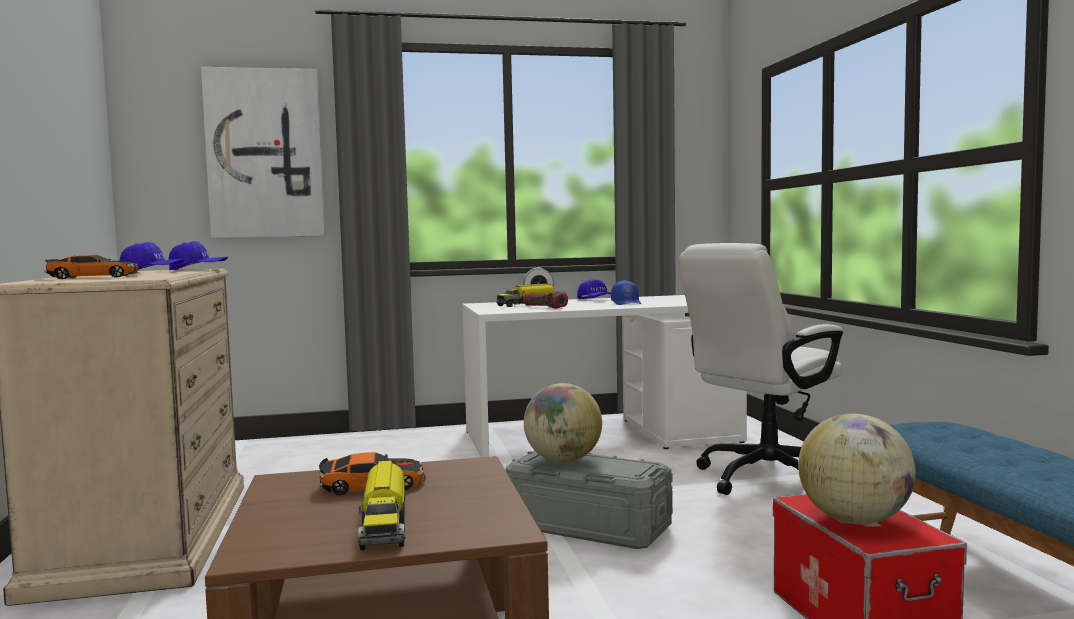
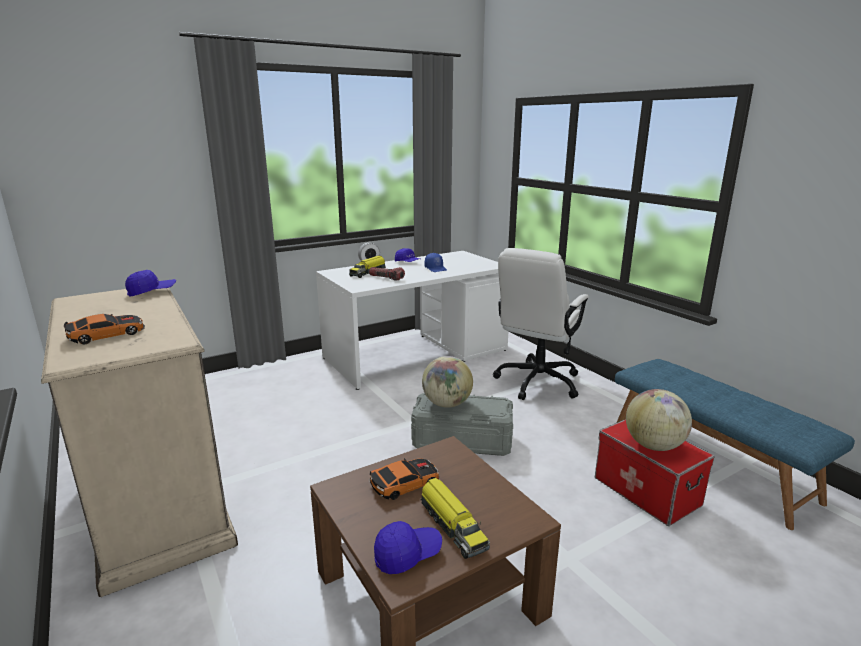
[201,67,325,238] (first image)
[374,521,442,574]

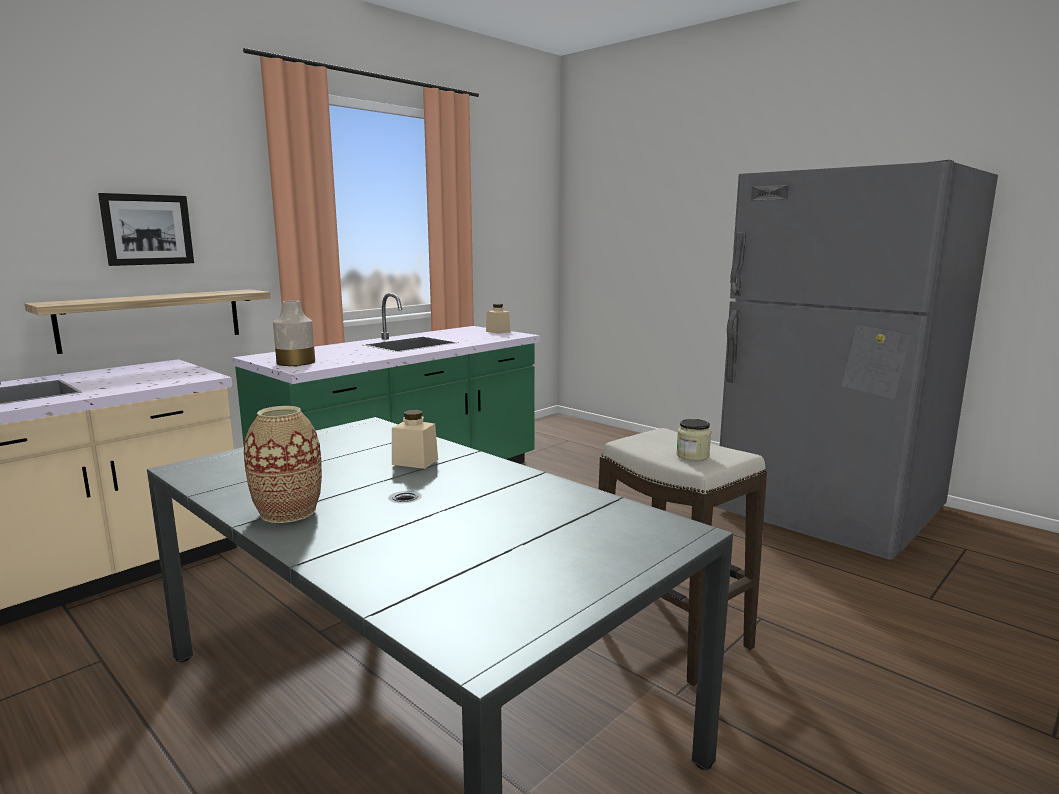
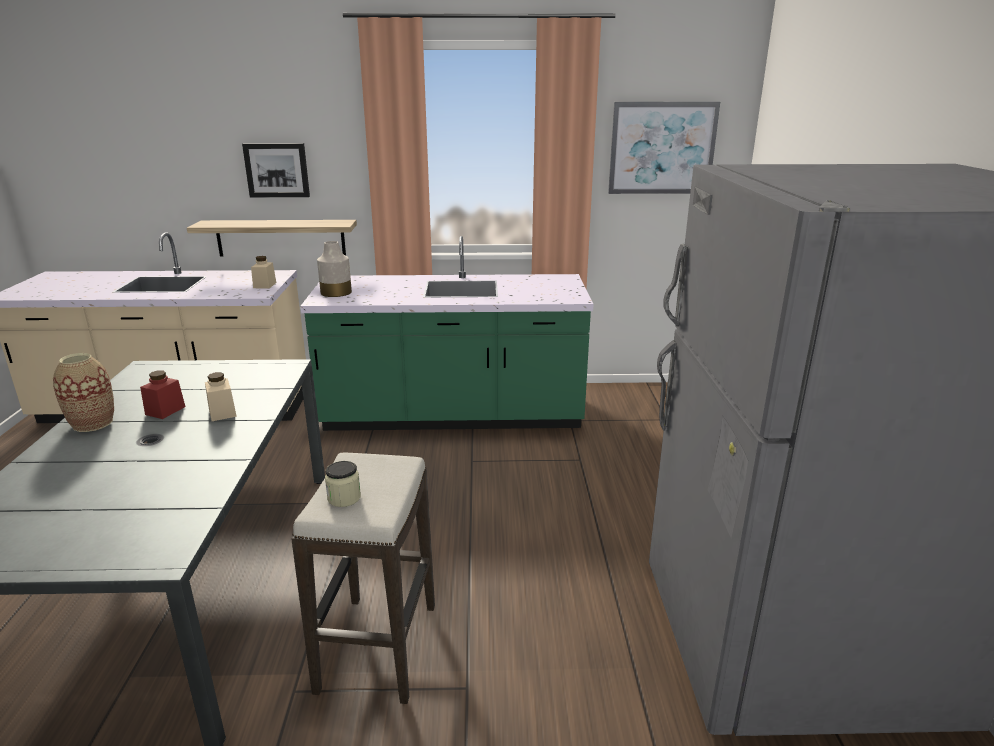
[251,256,276,289]
[608,102,720,194]
[140,370,185,419]

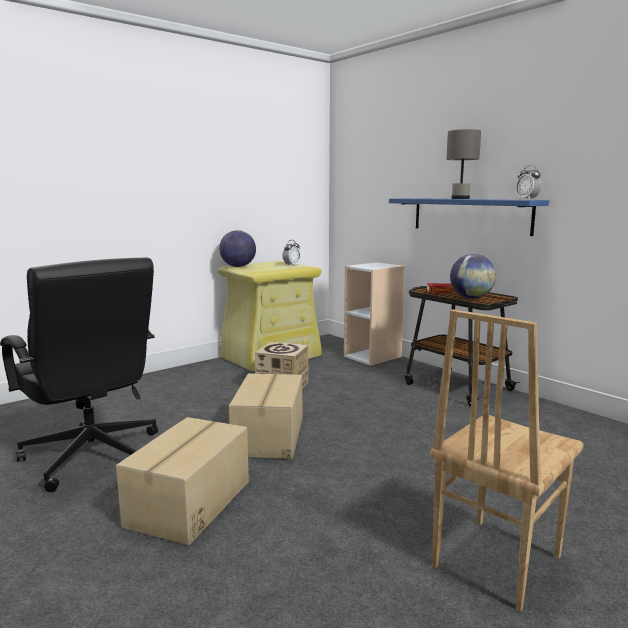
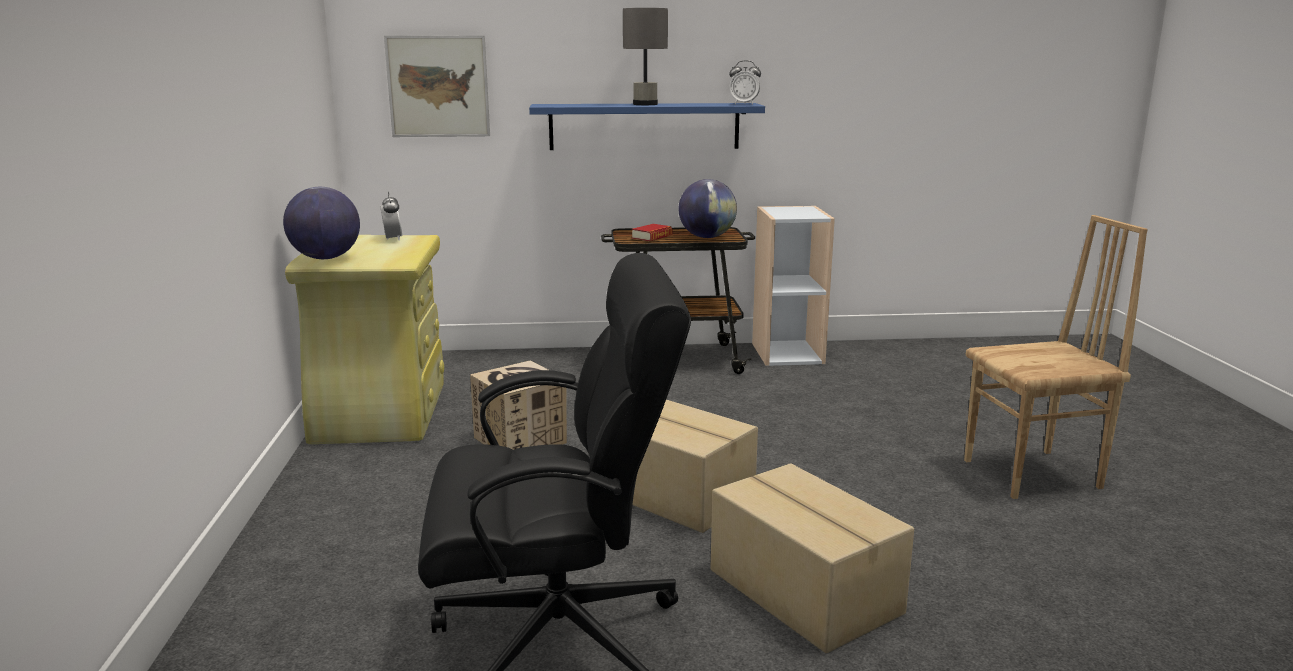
[752,206,835,366]
[964,215,1148,499]
[384,35,490,137]

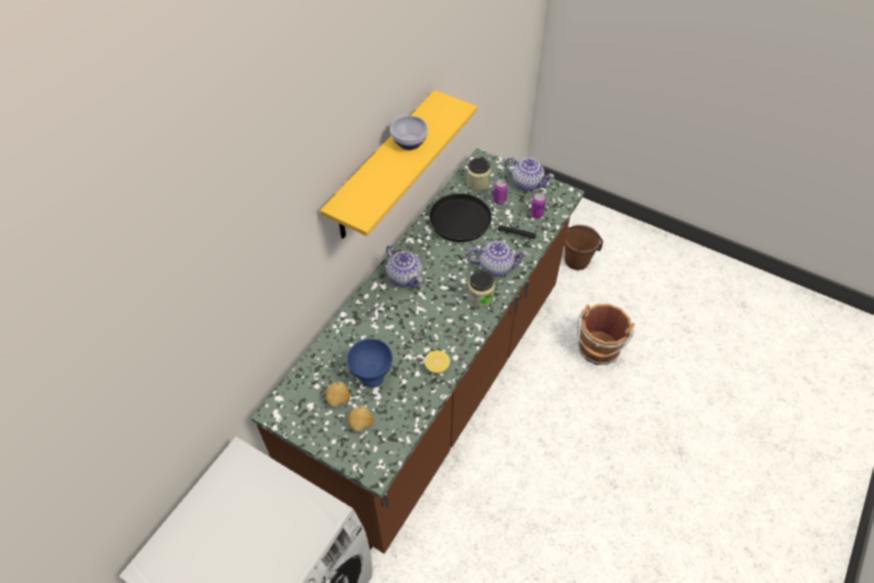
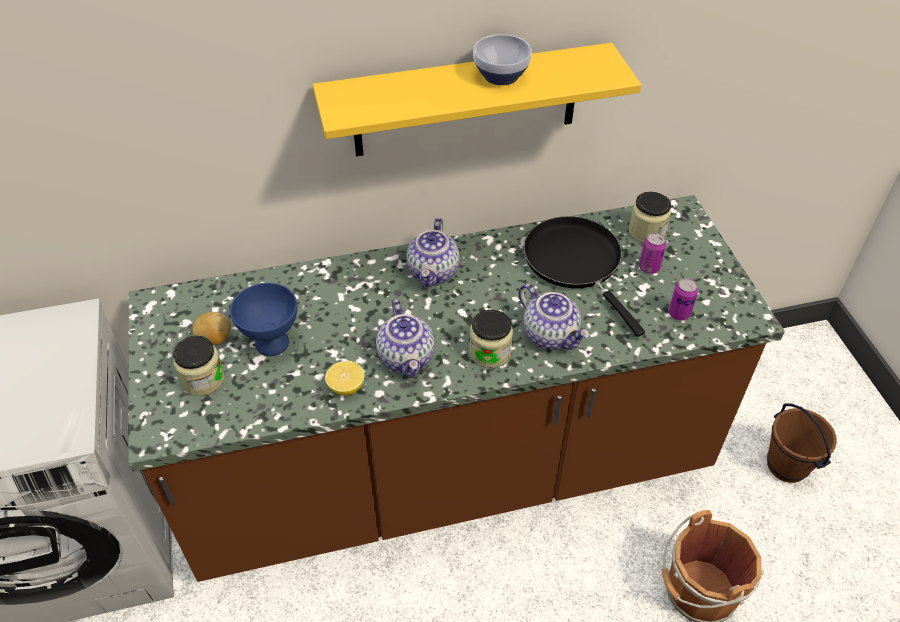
[376,300,435,378]
[173,336,225,396]

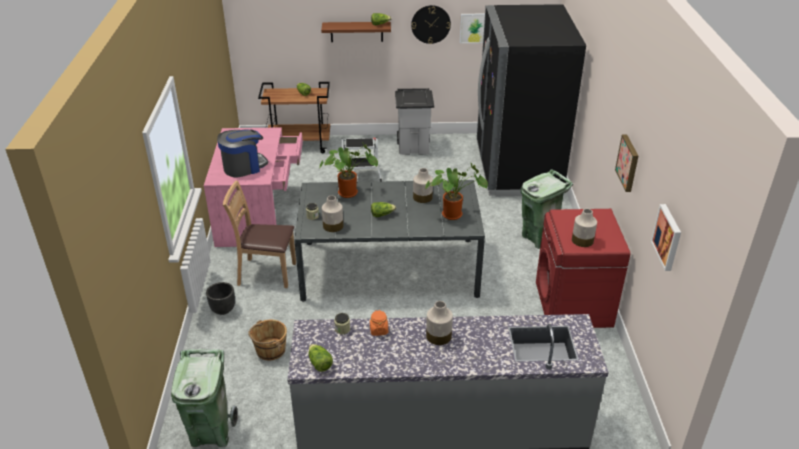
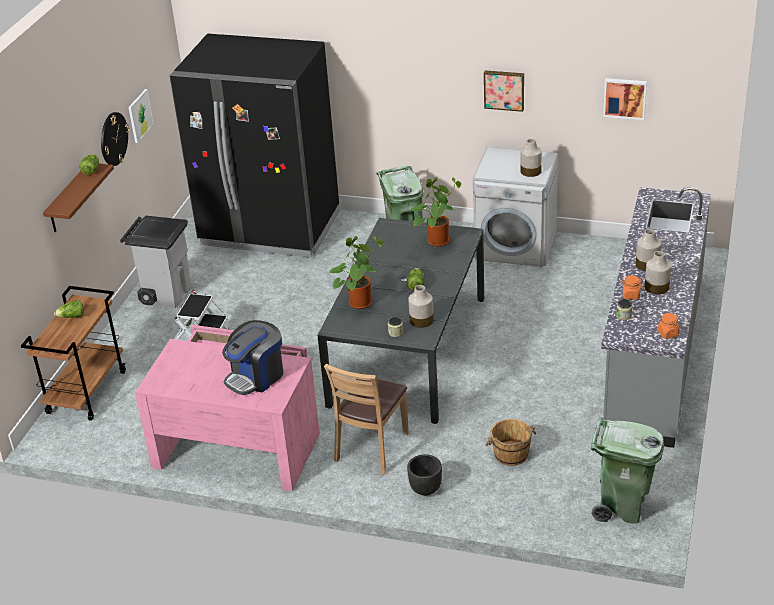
[222,320,283,395]
[645,251,671,294]
[473,147,558,267]
[658,313,680,339]

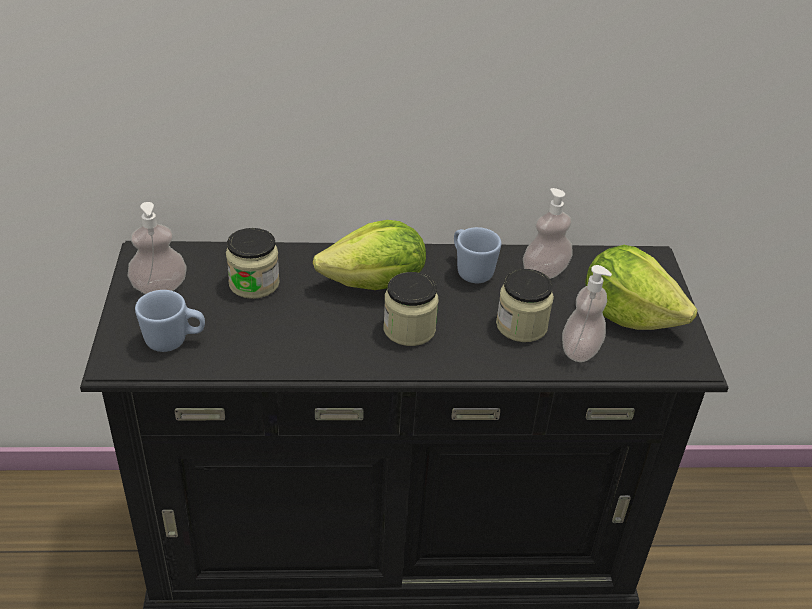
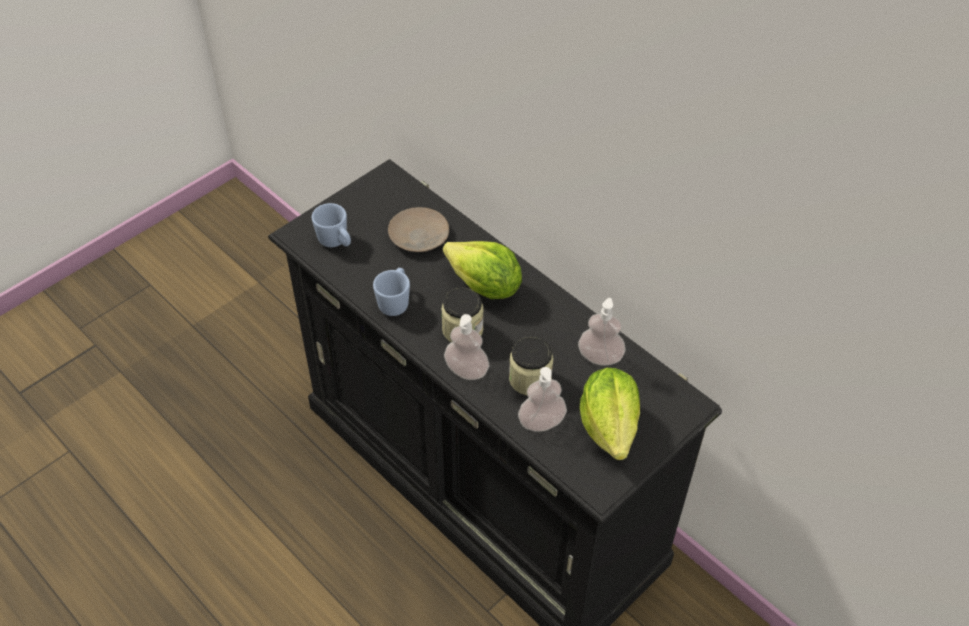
[444,314,489,380]
[373,268,410,316]
[388,207,449,252]

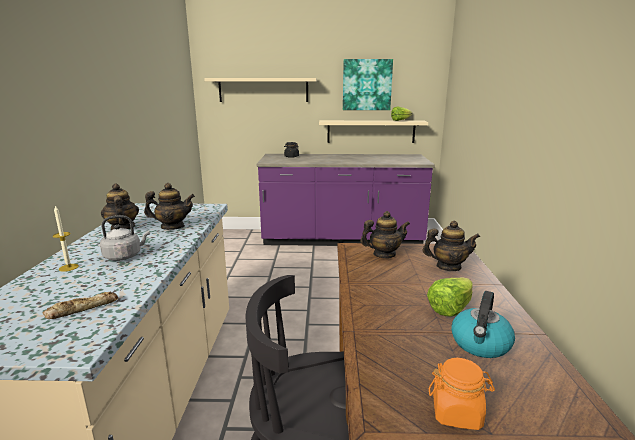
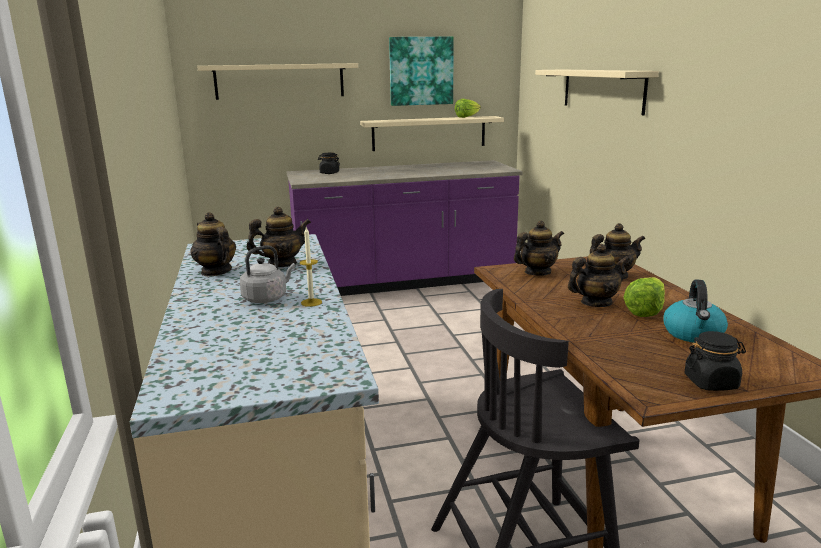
[300,227,322,307]
[43,292,118,319] (first image)
[684,331,746,391]
[535,69,659,115]
[568,244,630,307]

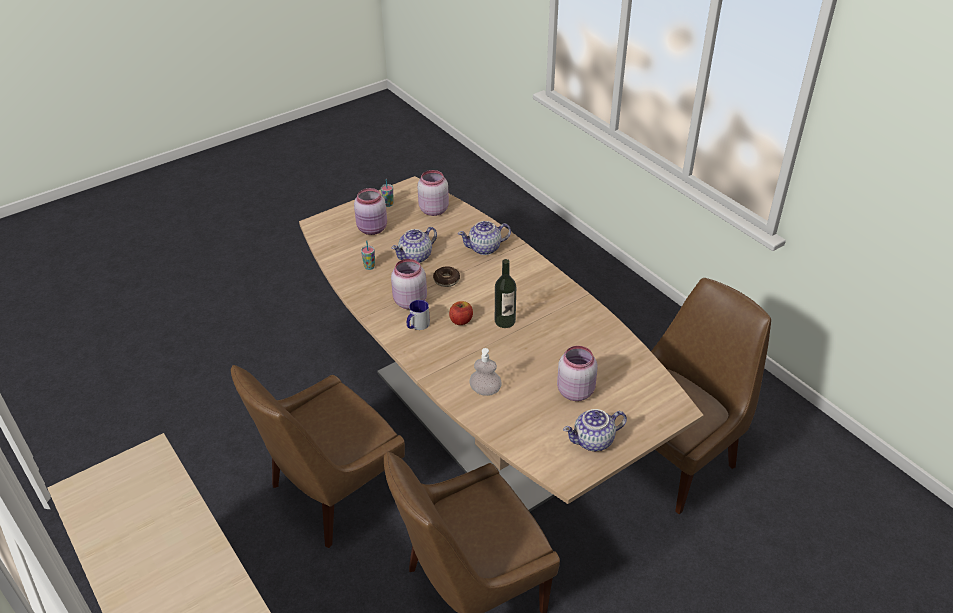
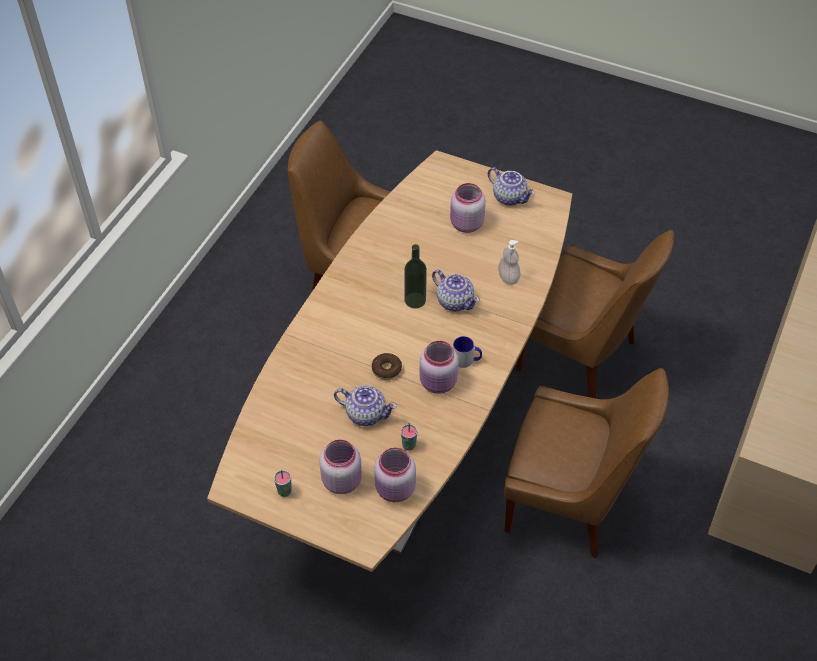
[374,448,416,502]
[432,269,480,311]
[449,301,473,325] (first image)

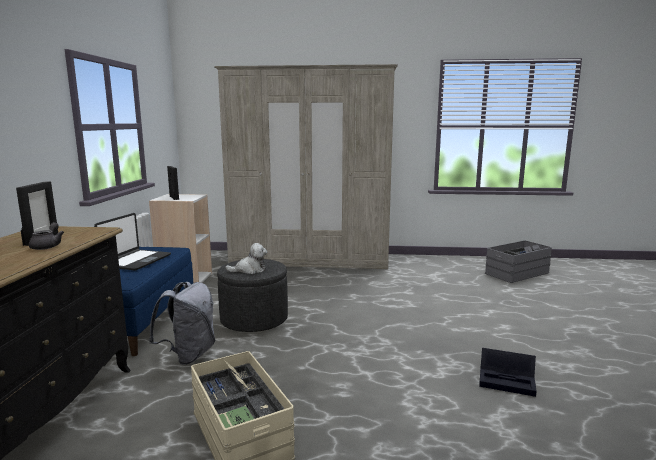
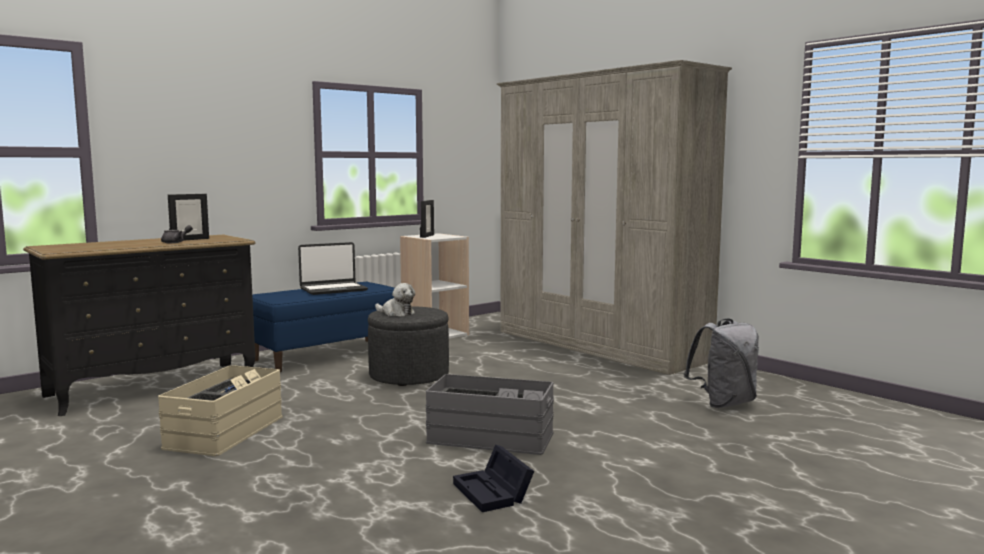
[426,374,554,455]
[684,318,759,408]

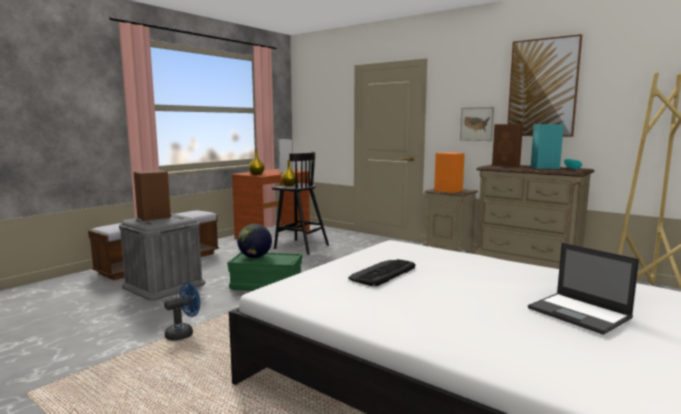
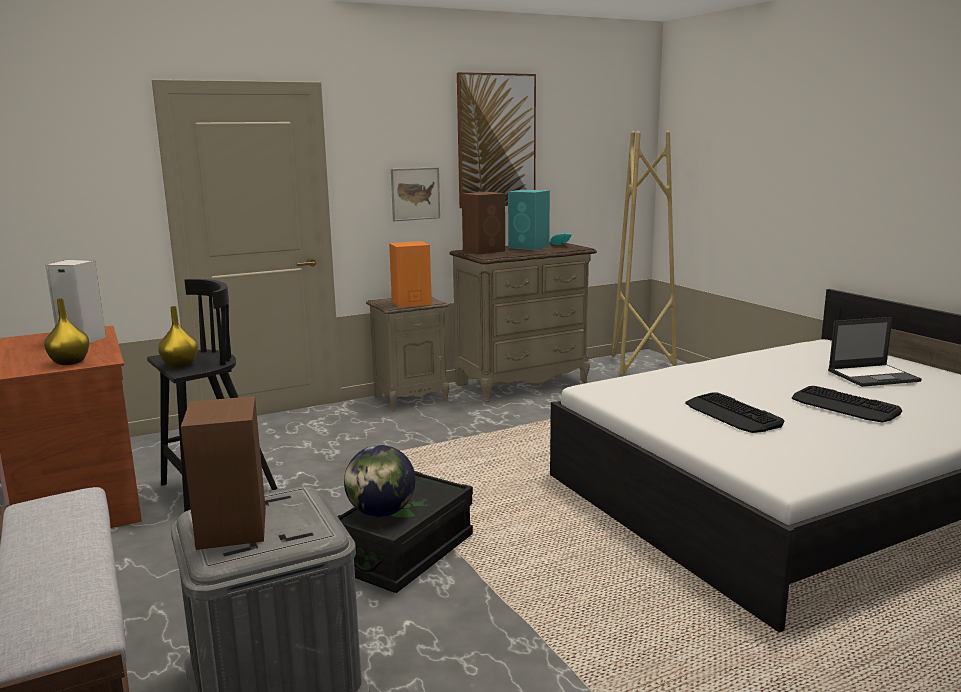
[338,471,473,593]
[164,282,200,341] (first image)
[792,386,902,423]

